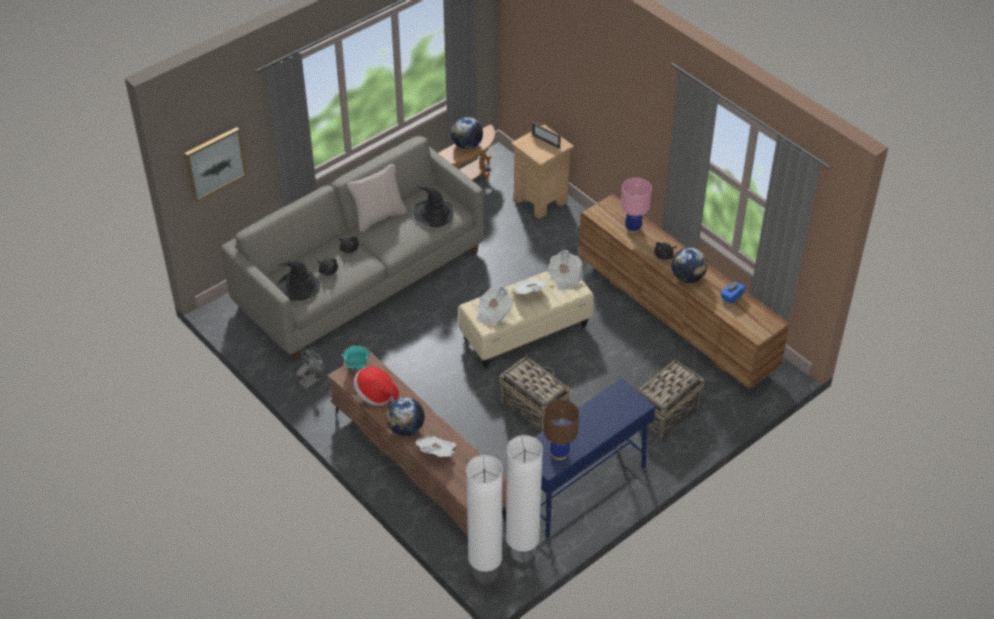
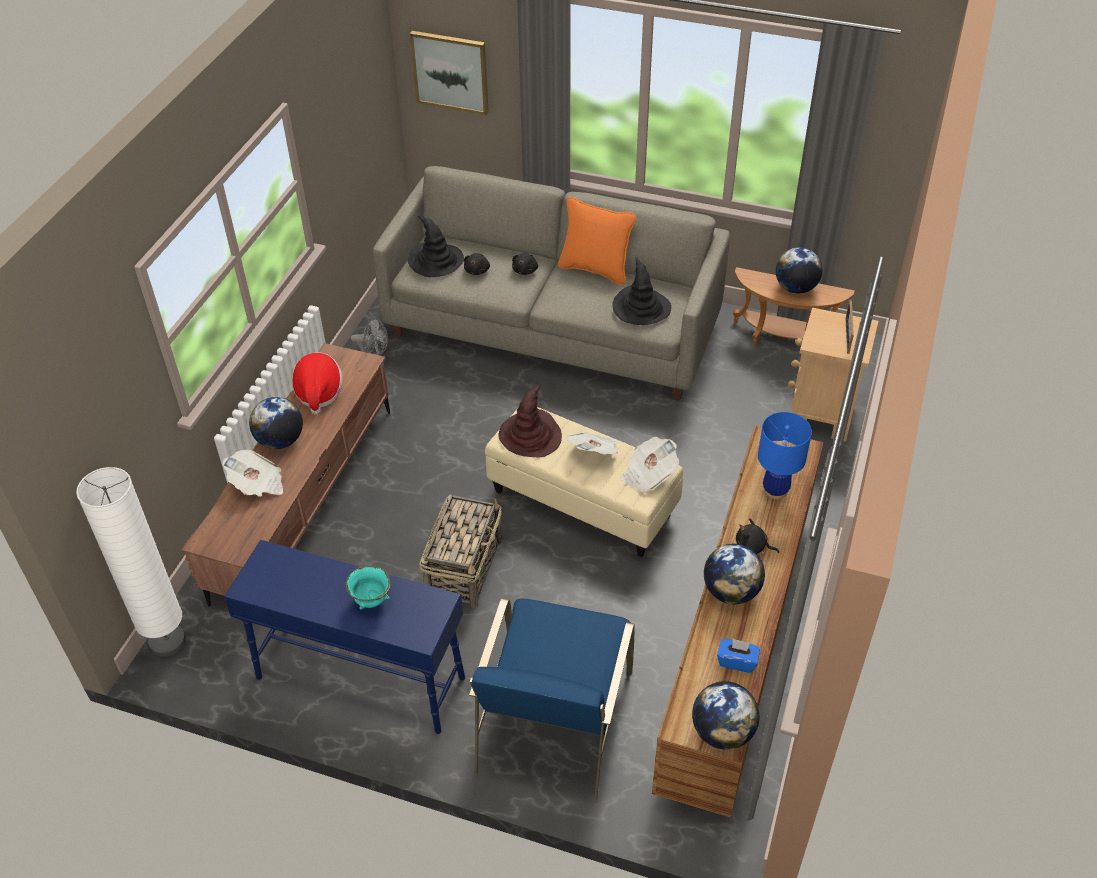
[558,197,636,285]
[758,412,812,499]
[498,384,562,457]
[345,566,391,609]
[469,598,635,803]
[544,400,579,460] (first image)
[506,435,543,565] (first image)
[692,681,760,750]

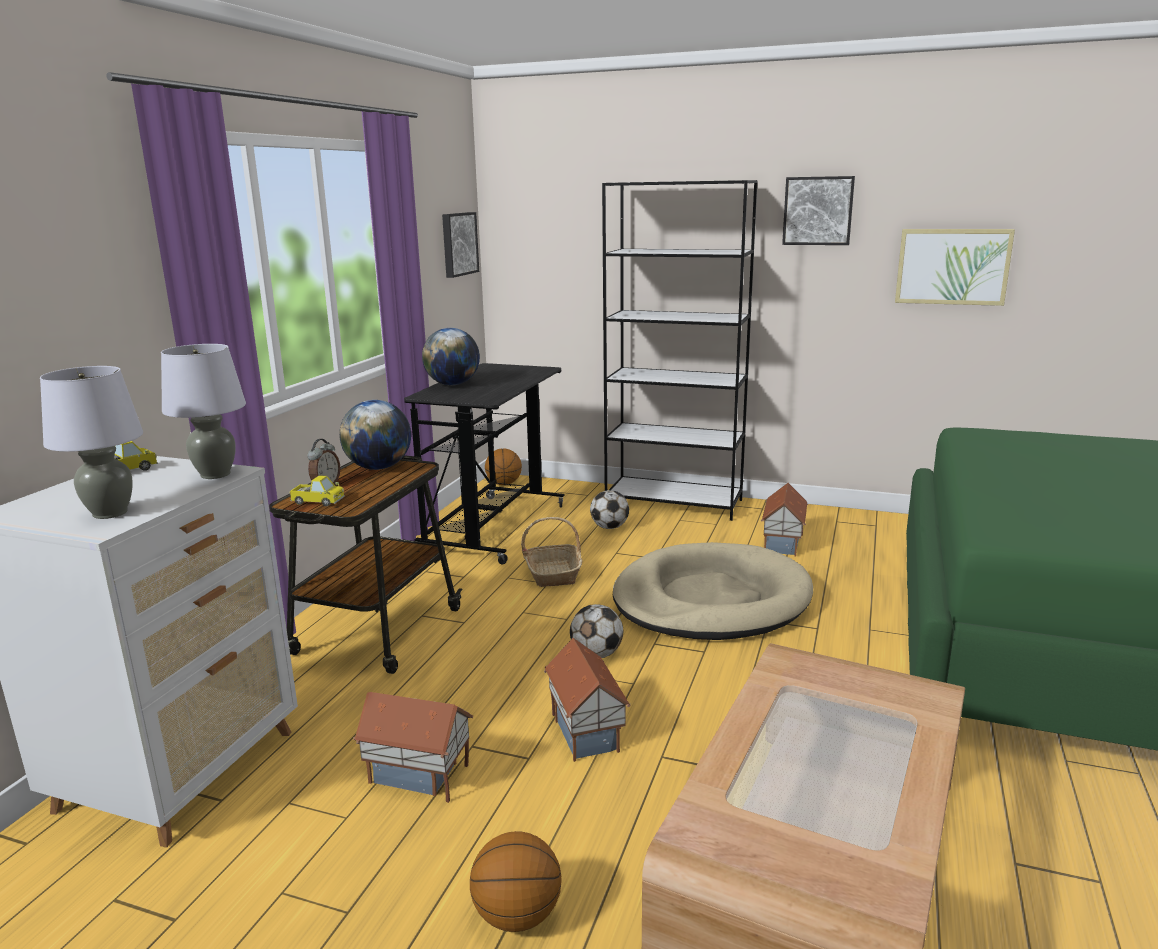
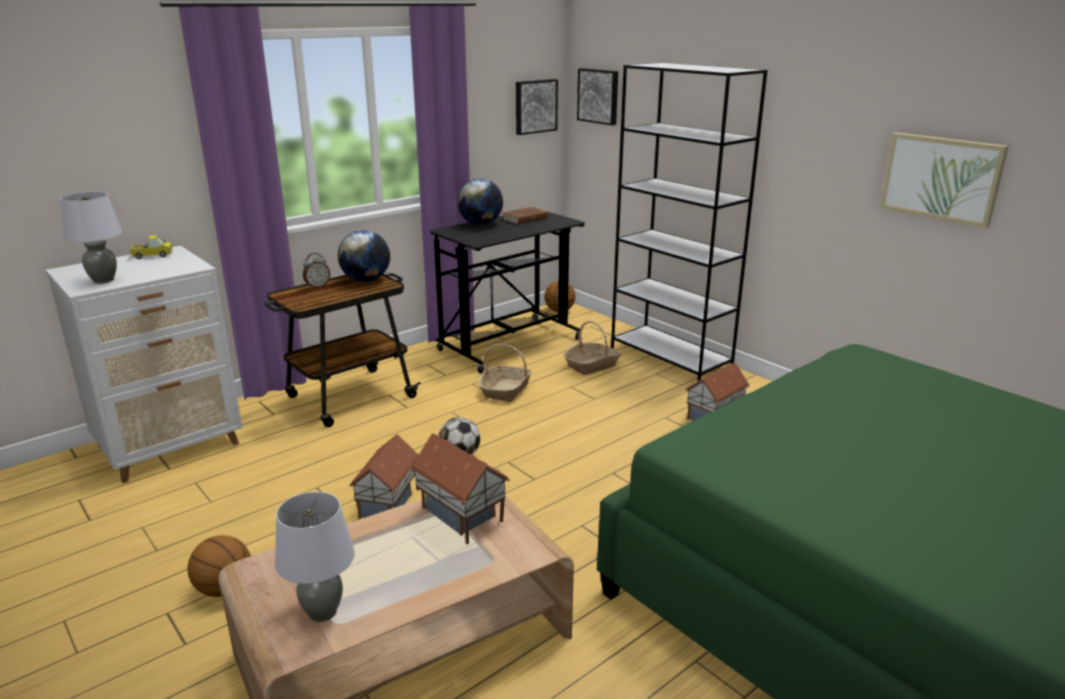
[577,68,618,125]
[275,492,355,622]
[289,475,345,506] (first image)
[564,321,621,375]
[613,542,813,640] (first image)
[410,433,510,544]
[502,207,549,225]

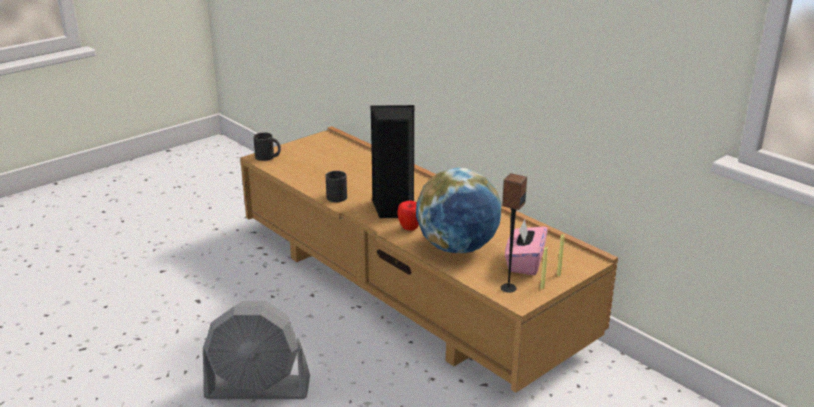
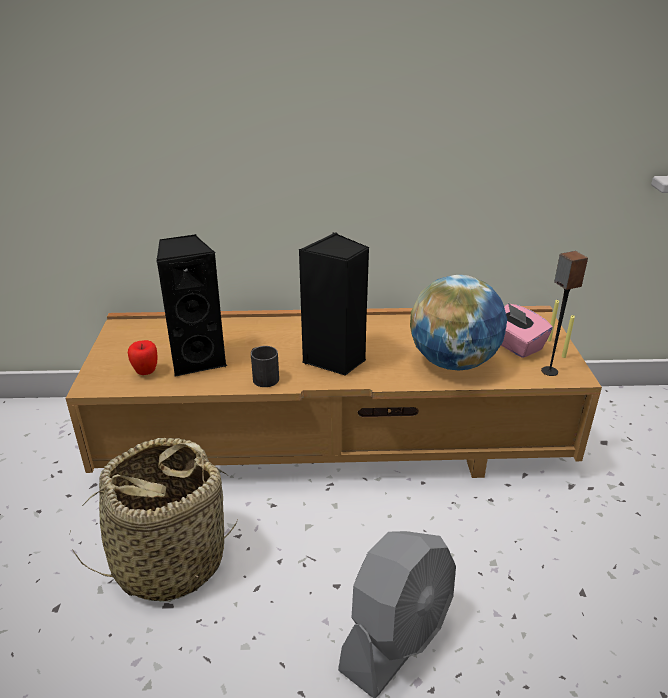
[253,132,281,161] (first image)
[128,340,158,375]
[156,234,227,377]
[72,438,238,602]

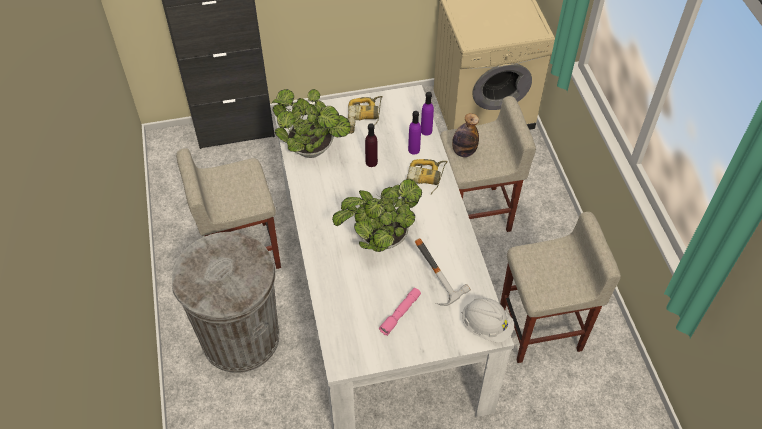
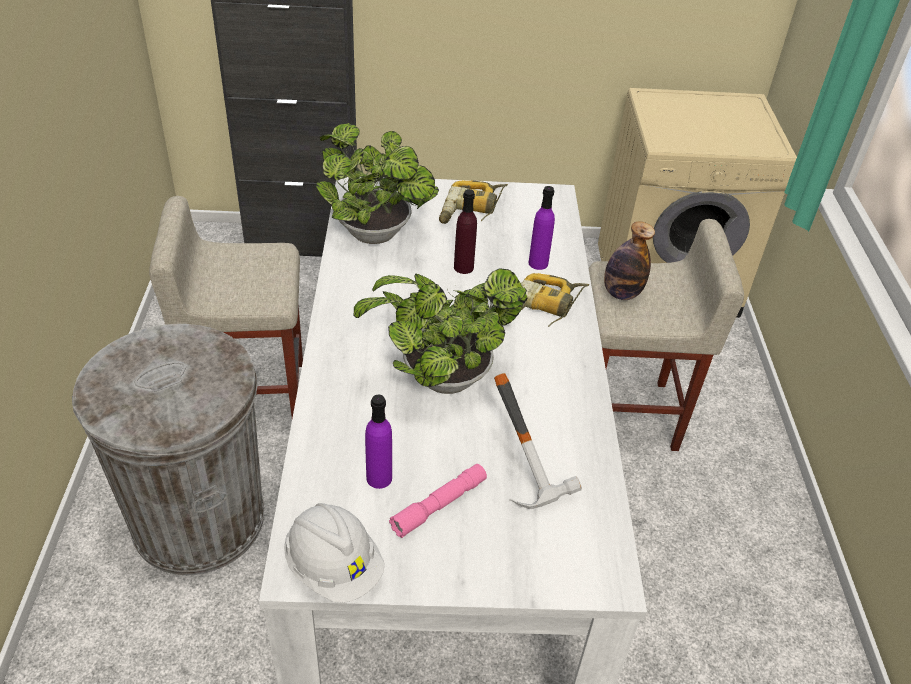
[365,394,392,489]
[500,212,621,363] (first image)
[284,503,384,603]

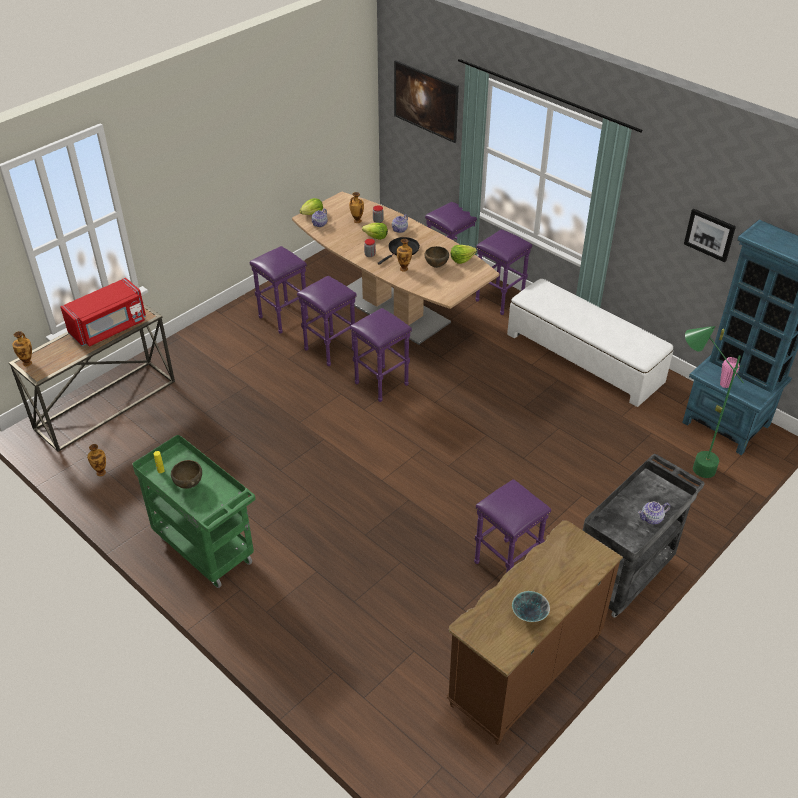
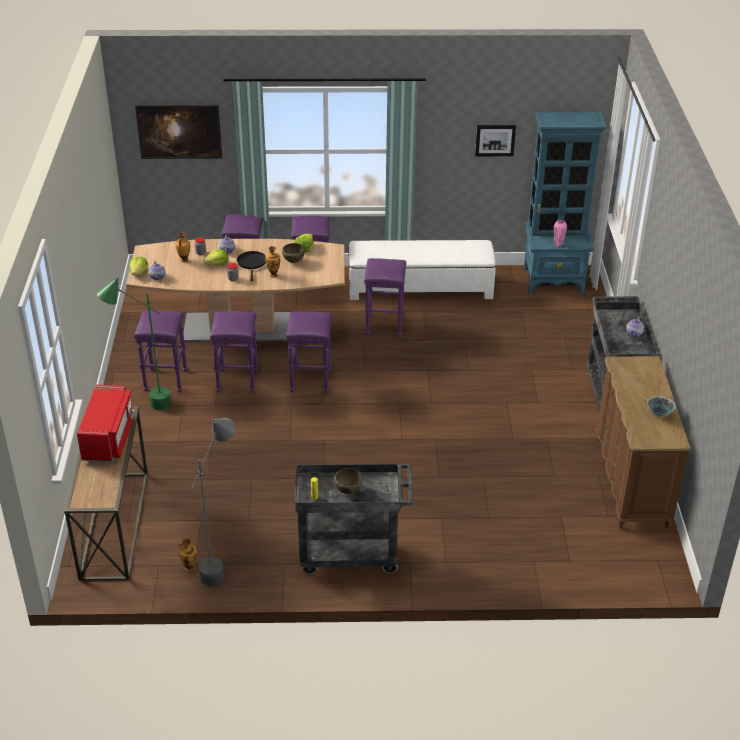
[97,278,171,410]
[12,331,32,366] (first image)
[295,464,413,574]
[364,258,406,337]
[192,418,236,586]

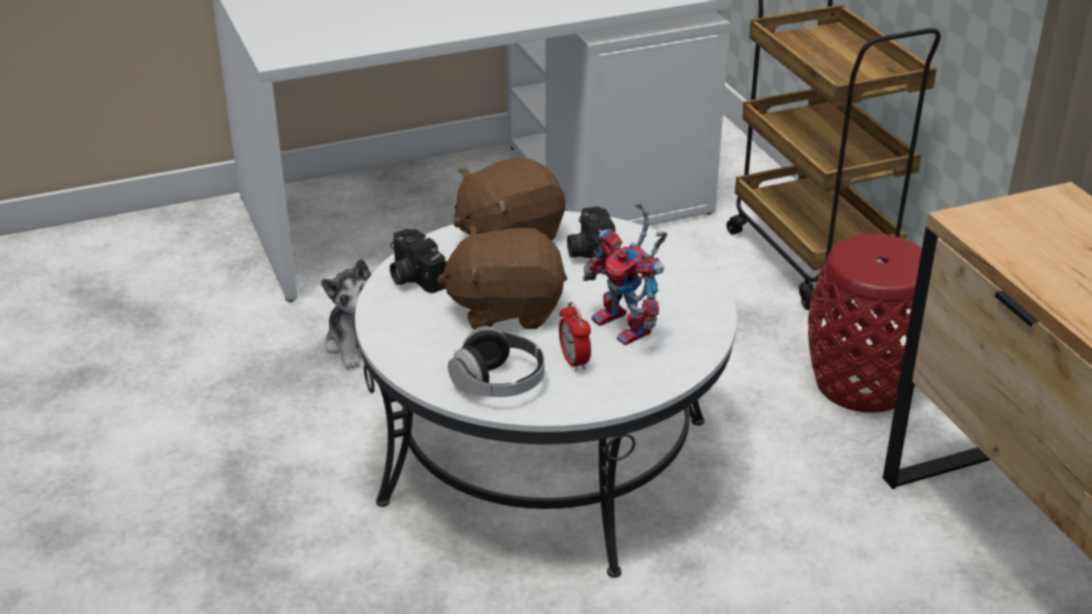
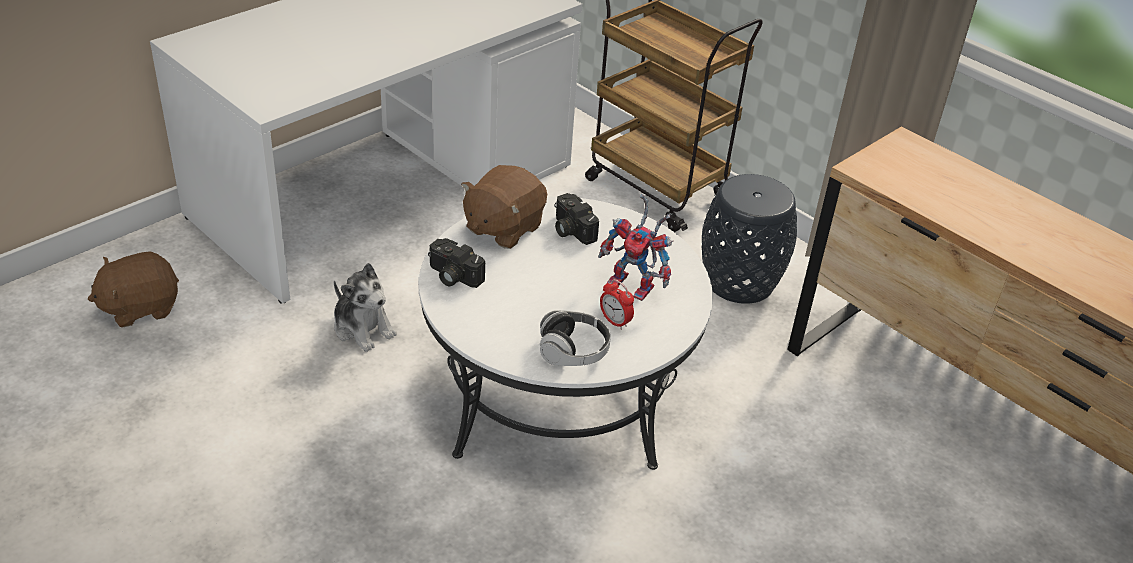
[88,251,179,328]
[702,174,797,304]

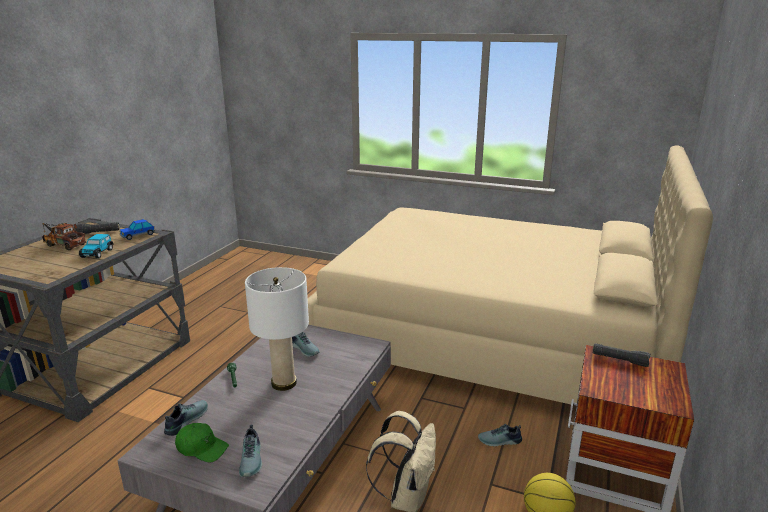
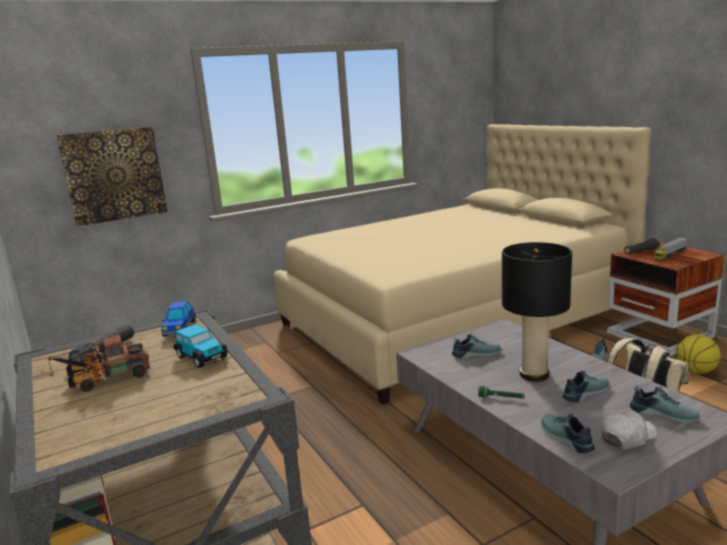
[502,242,572,382]
[601,409,657,449]
[56,126,168,226]
[654,237,687,262]
[562,370,609,402]

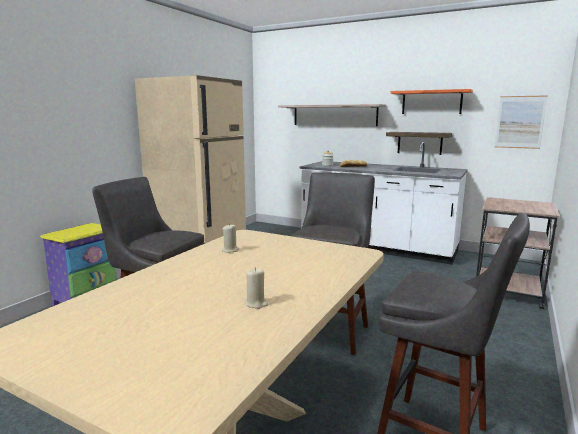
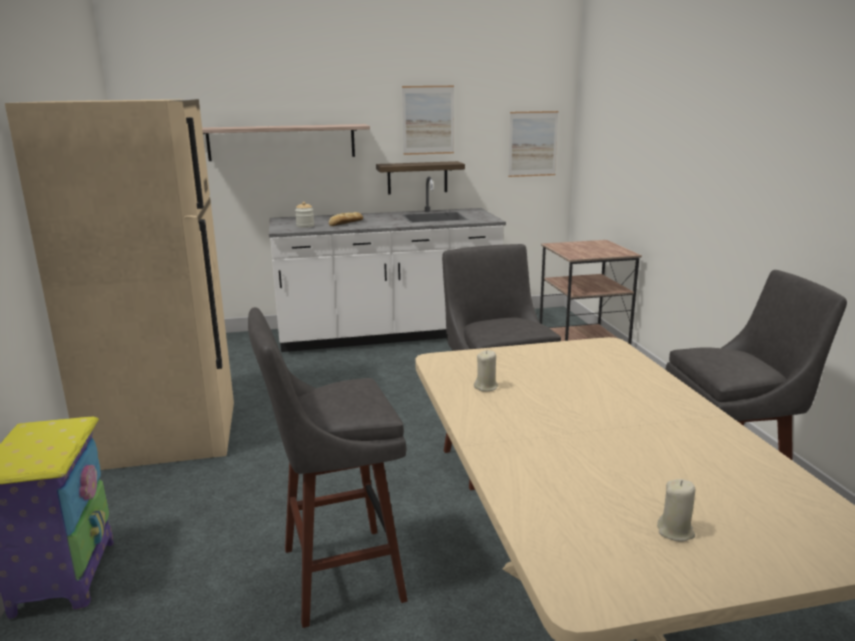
[402,86,454,155]
[657,479,695,542]

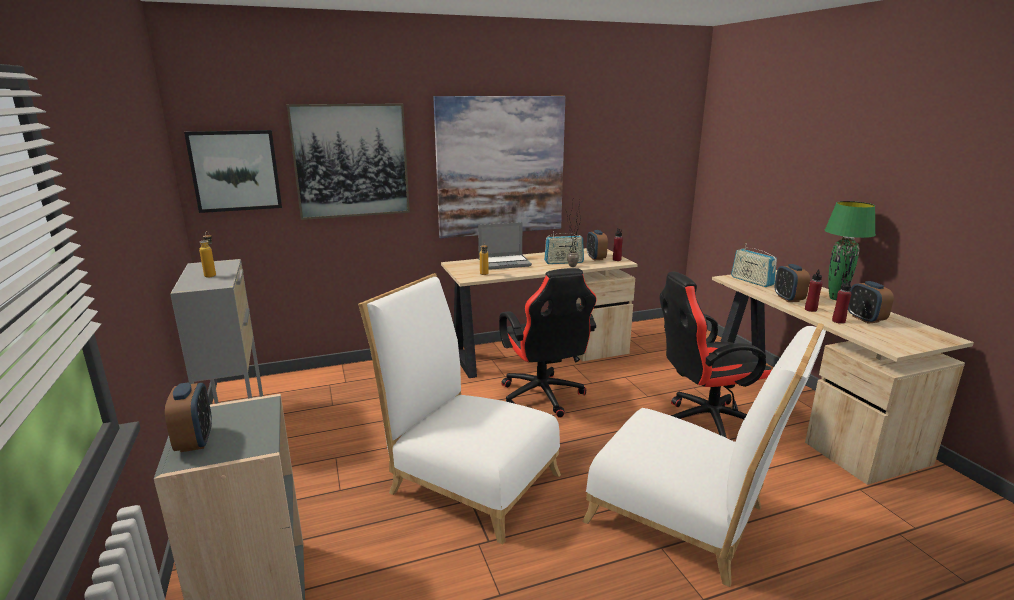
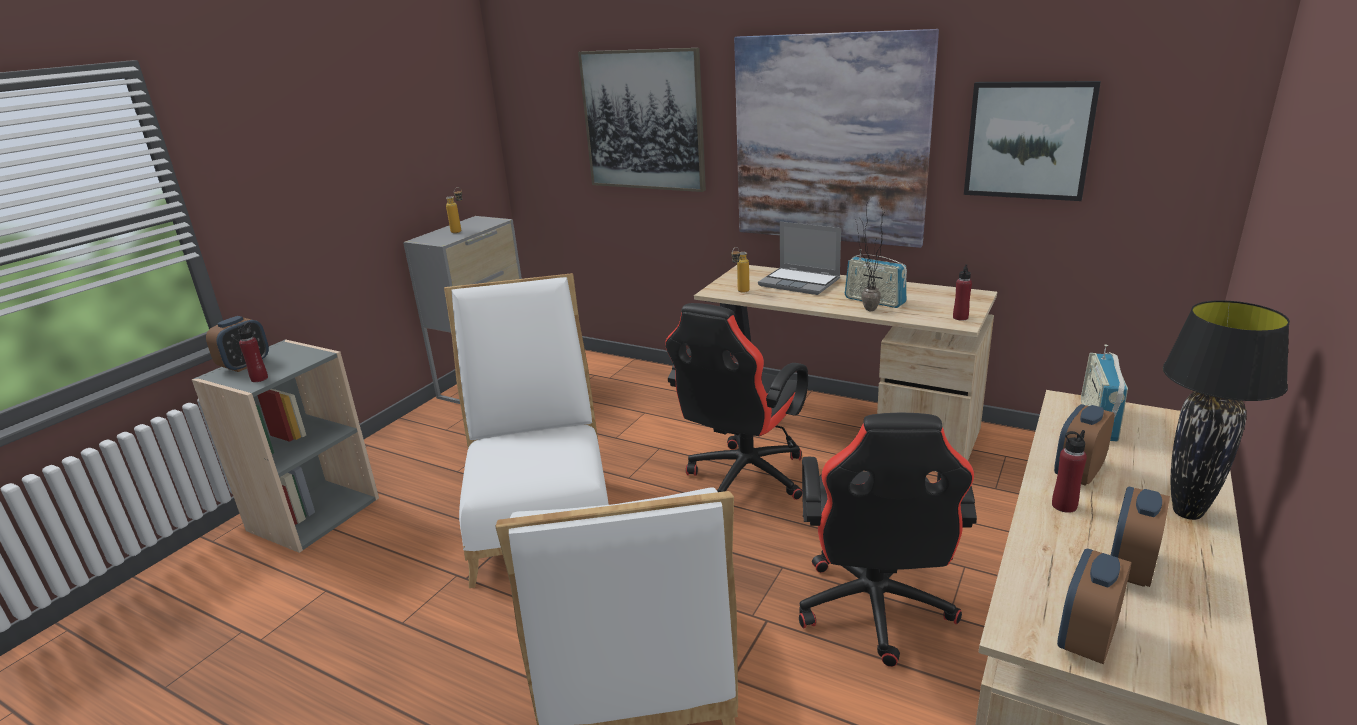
[964,81,1101,201]
[1163,300,1290,520]
[1057,549,1132,664]
[799,412,977,667]
[237,322,268,382]

